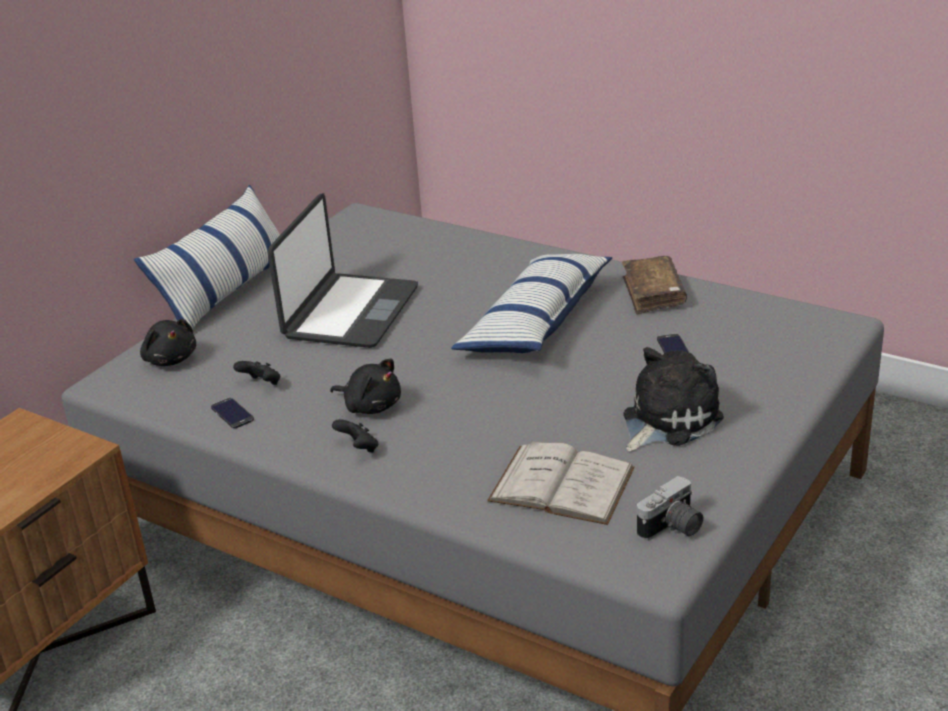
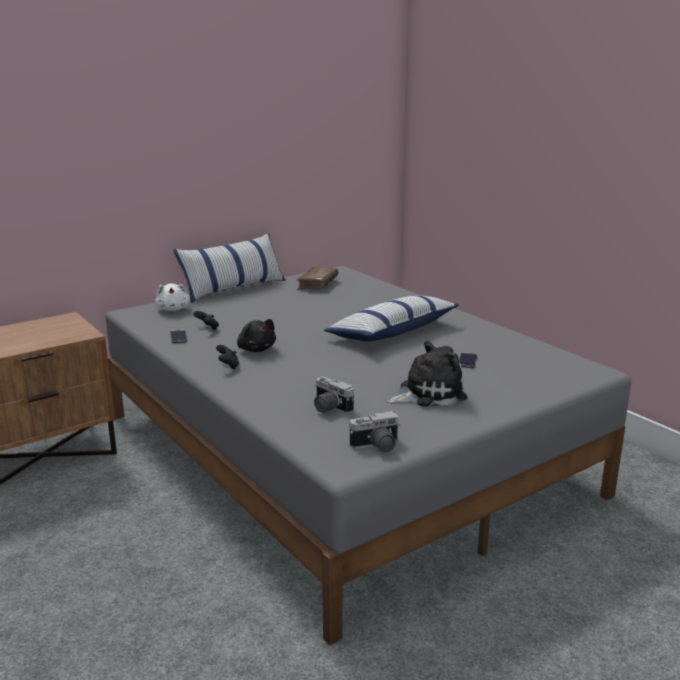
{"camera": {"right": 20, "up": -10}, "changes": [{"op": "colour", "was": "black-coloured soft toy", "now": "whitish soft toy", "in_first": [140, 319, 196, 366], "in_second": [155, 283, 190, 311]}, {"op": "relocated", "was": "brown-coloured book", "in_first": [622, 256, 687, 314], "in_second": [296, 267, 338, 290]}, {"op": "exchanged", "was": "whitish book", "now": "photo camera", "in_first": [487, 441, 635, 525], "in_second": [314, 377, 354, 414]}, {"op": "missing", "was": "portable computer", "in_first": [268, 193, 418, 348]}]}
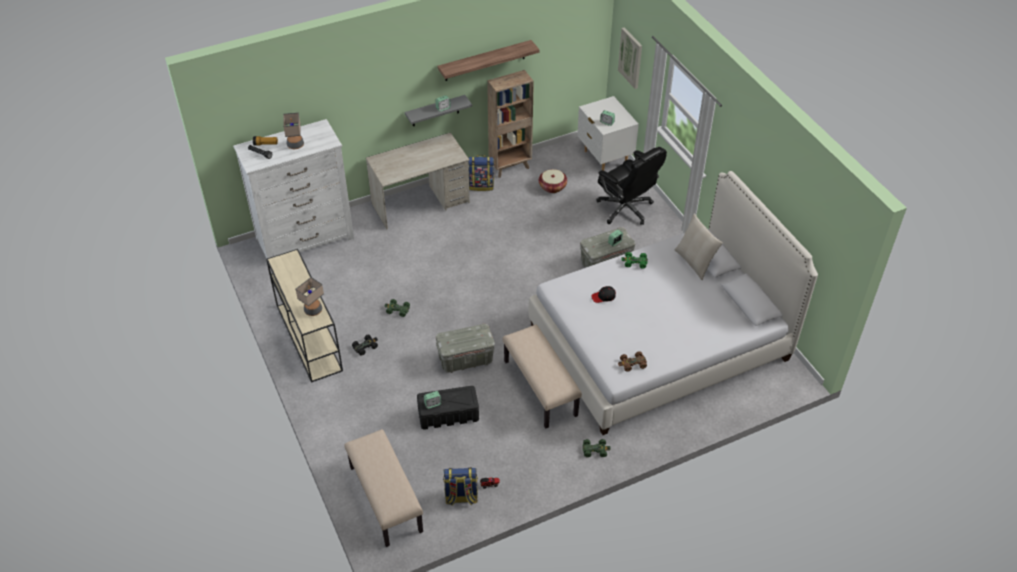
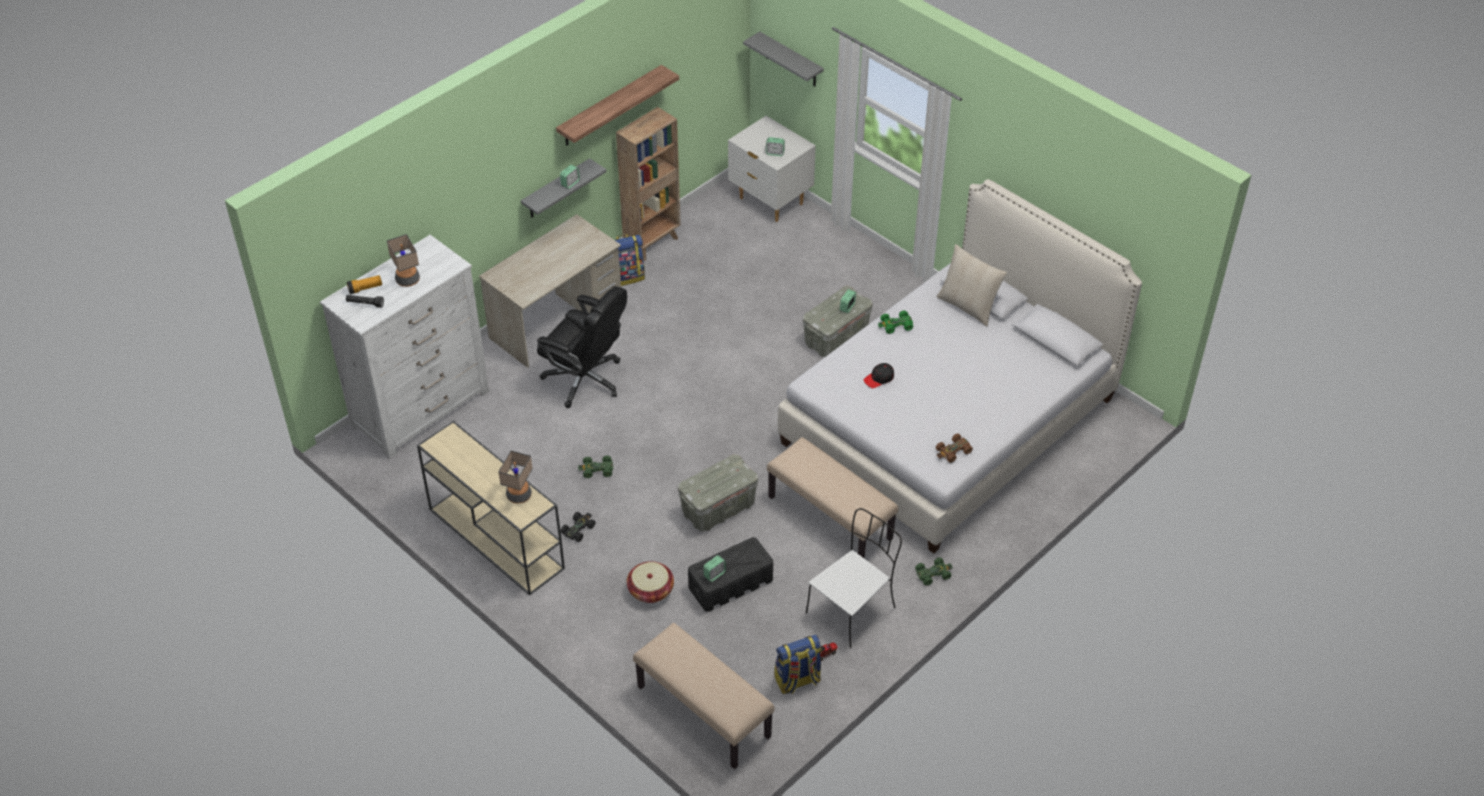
{"camera": {"right": -20, "up": 0}, "changes": [{"op": "relocated", "was": "black-coloured desk chair", "in_first": [596, 147, 667, 225], "in_second": [537, 286, 627, 408]}, {"op": "relocated", "was": "storage basket", "in_first": [539, 169, 567, 193], "in_second": [627, 561, 674, 603]}, {"op": "exchanged", "was": "wall picture", "now": "greyish bracket shelf", "in_first": [618, 27, 642, 89], "in_second": [743, 32, 824, 86]}, {"op": "appeared", "now": "whitish chair", "in_second": [806, 508, 902, 648]}]}
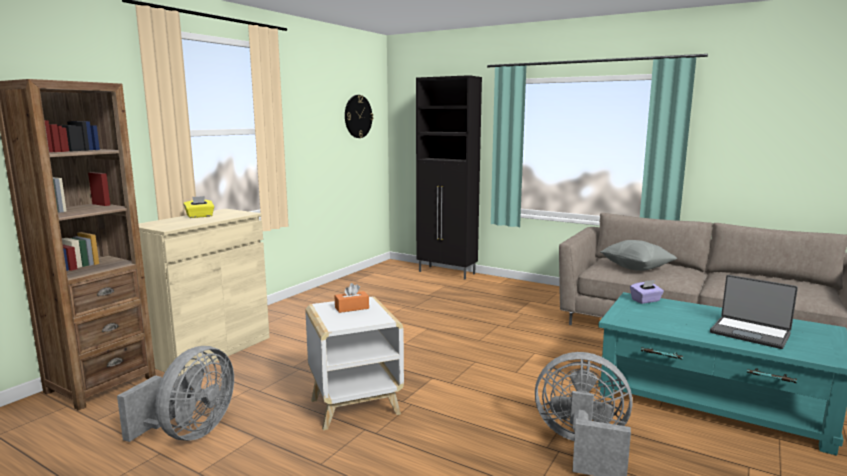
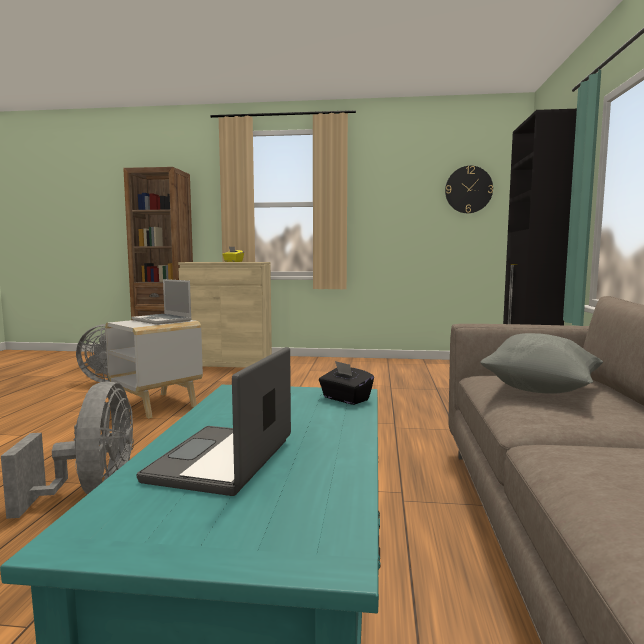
{"camera": {"right": 65, "up": -5}, "changes": [{"op": "exchanged", "was": "orangey tissue box", "now": "portable computer", "in_first": [335, 283, 369, 313], "in_second": [132, 279, 192, 325]}, {"op": "colour", "was": "purple tissue box", "now": "black-coloured tissue box", "in_first": [630, 280, 664, 304], "in_second": [319, 361, 374, 405]}]}
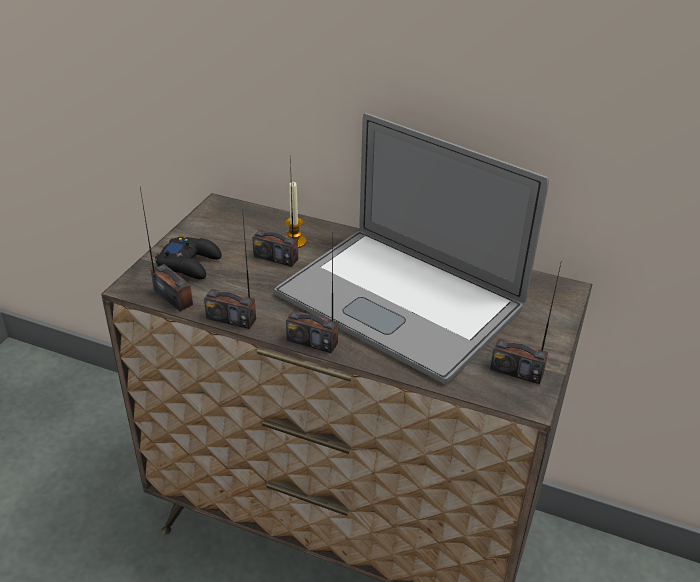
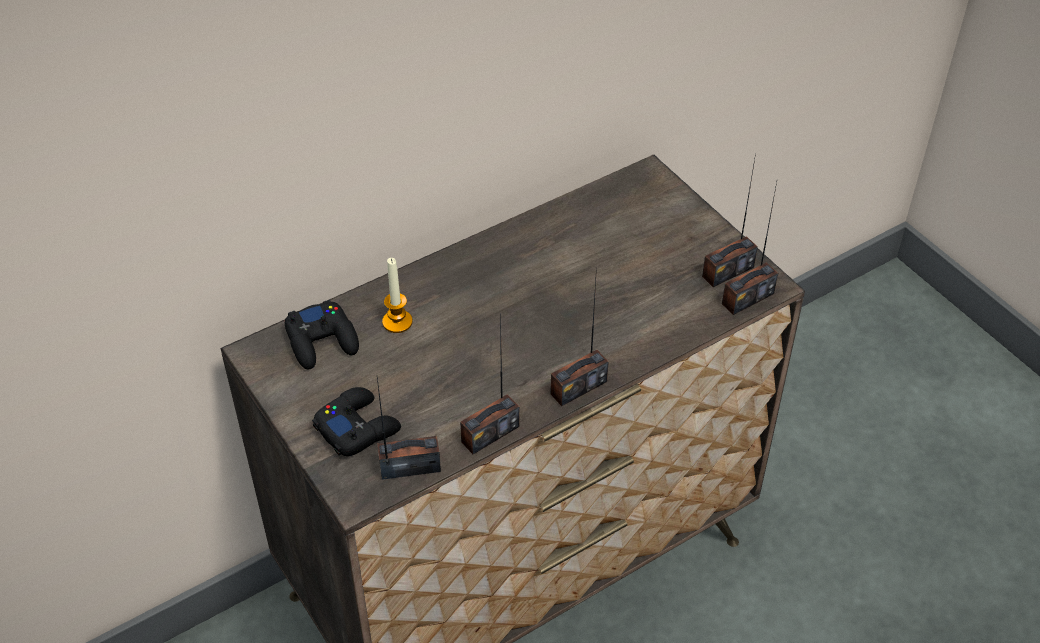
{"camera": {"right": -55, "up": 10}, "changes": [{"op": "appeared", "now": "black-coloured gamepad", "in_second": [285, 300, 359, 370]}, {"op": "relocated", "was": "radio receiver", "in_first": [252, 156, 298, 267], "in_second": [722, 182, 778, 315]}, {"op": "missing", "was": "portable computer", "in_first": [274, 113, 549, 384]}]}
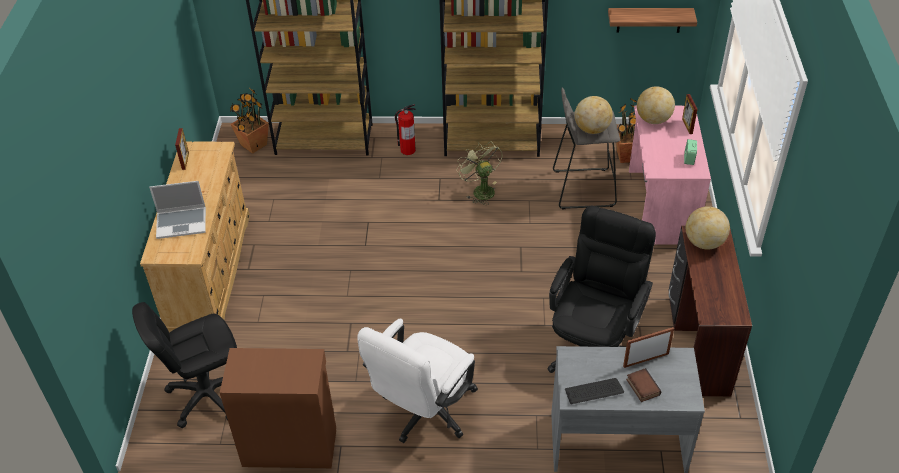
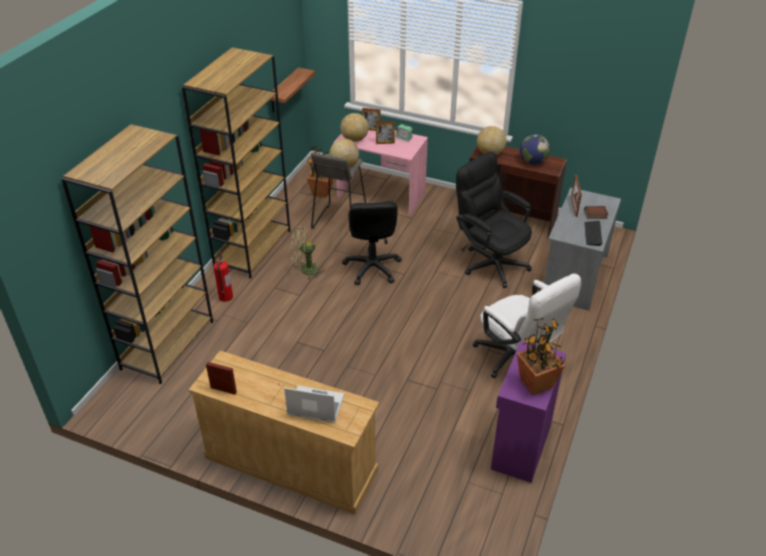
{"camera": {"right": -70, "up": -5}, "changes": [{"op": "spun", "was": "portable computer", "in_first": [149, 181, 206, 239], "in_second": [284, 386, 344, 423], "clockwise": -90}, {"op": "relocated", "was": "black-coloured desk chair", "in_first": [132, 302, 237, 428], "in_second": [342, 201, 402, 285]}, {"op": "appeared", "now": "picture frame", "in_second": [376, 121, 395, 144]}, {"op": "colour", "was": "brown-coloured storage cabinet", "now": "purple storage cabinet", "in_first": [220, 348, 336, 468], "in_second": [491, 340, 566, 483]}, {"op": "relocated", "was": "potted plant", "in_first": [230, 89, 269, 154], "in_second": [517, 318, 565, 395]}, {"op": "appeared", "now": "desk globe", "in_second": [520, 134, 550, 164]}]}
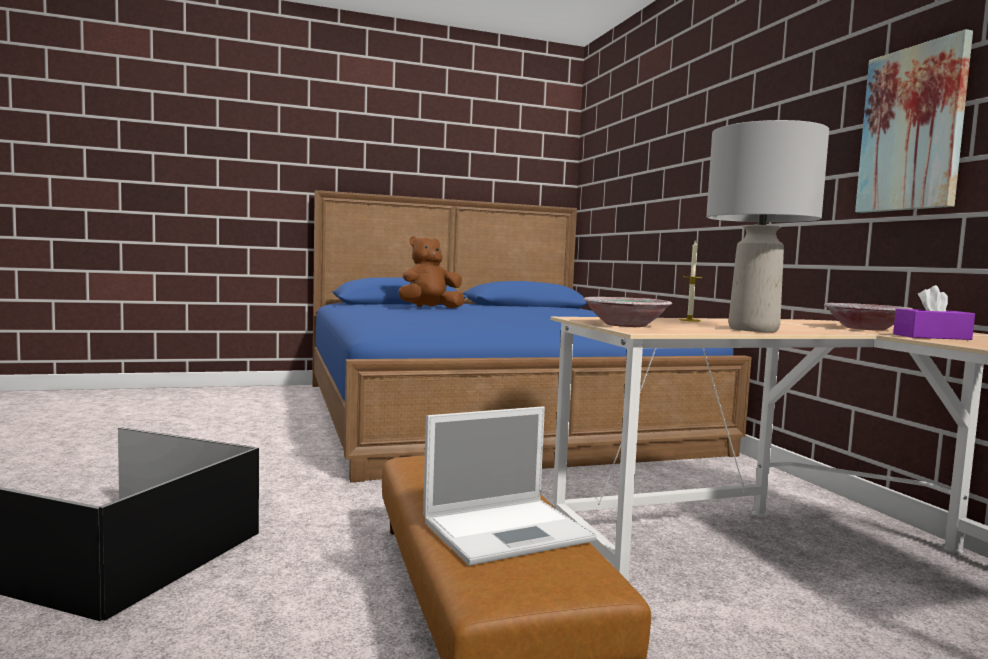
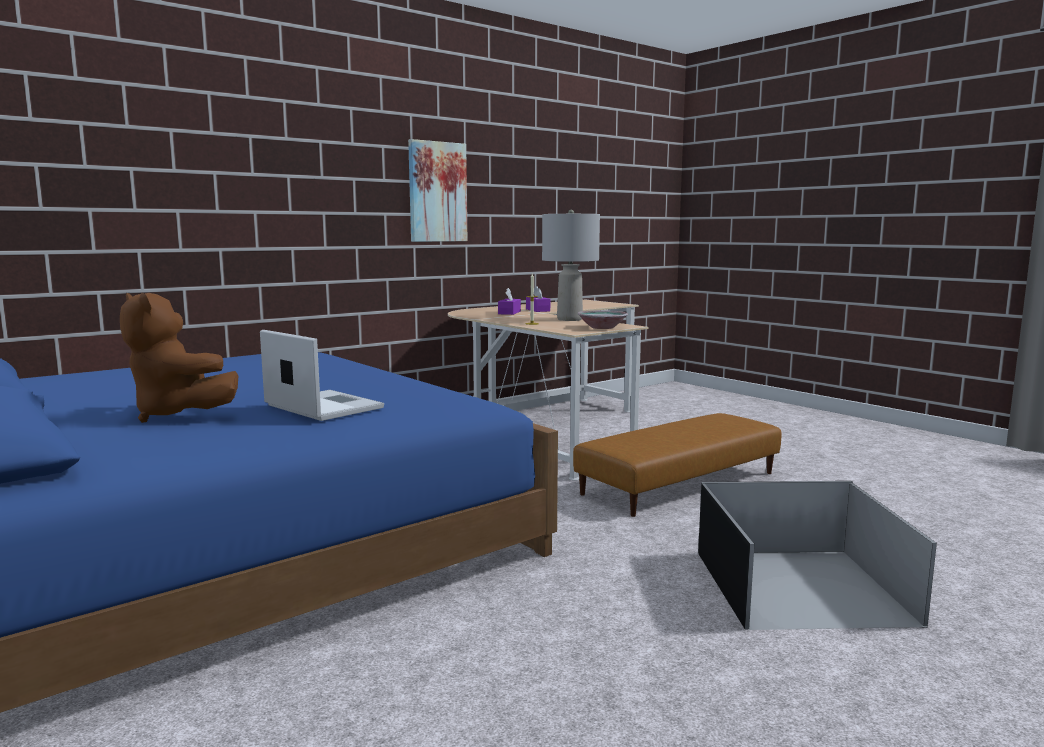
{"camera": {"right": -110, "up": 5}, "changes": [{"op": "relocated", "was": "portable computer", "in_first": [423, 406, 597, 566], "in_second": [260, 330, 384, 421]}, {"op": "exchanged", "was": "bowl", "now": "purple tissue box", "in_first": [824, 303, 913, 331], "in_second": [498, 288, 521, 315]}]}
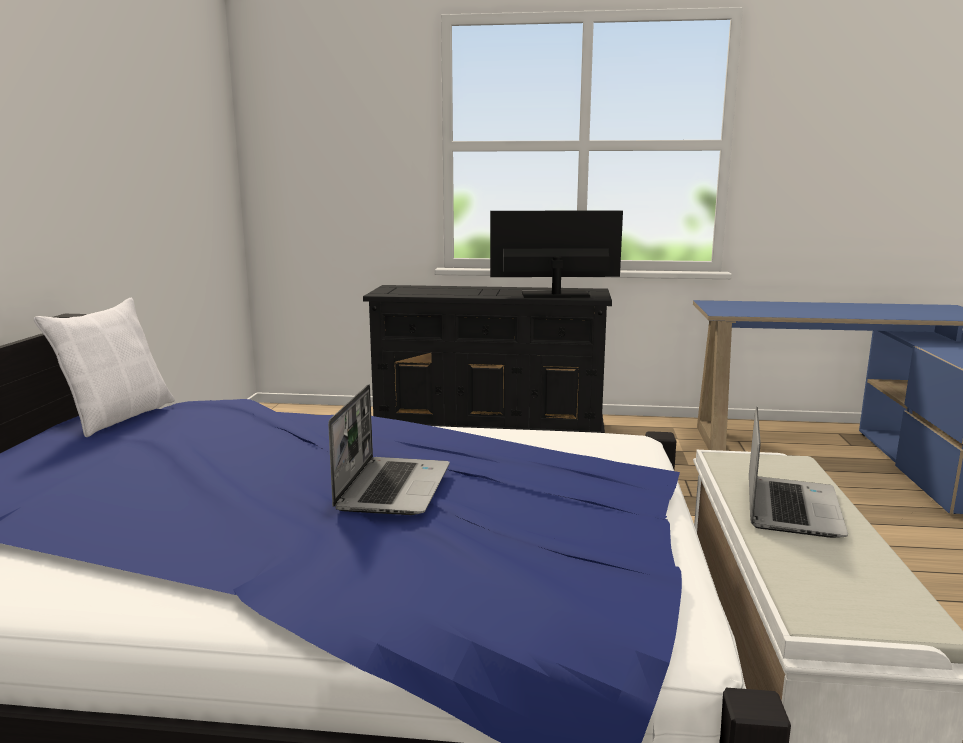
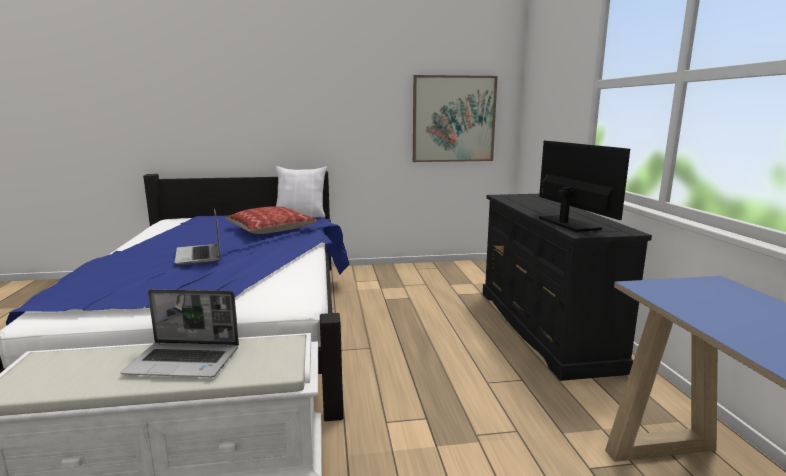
{"camera": {"right": 75, "up": 0}, "changes": [{"op": "spun", "was": "portable computer", "in_first": [328, 384, 450, 515], "in_second": [175, 208, 221, 265], "clockwise": 75}, {"op": "appeared", "now": "cushion", "in_second": [225, 206, 317, 234]}, {"op": "appeared", "now": "wall picture", "in_second": [413, 75, 498, 162]}]}
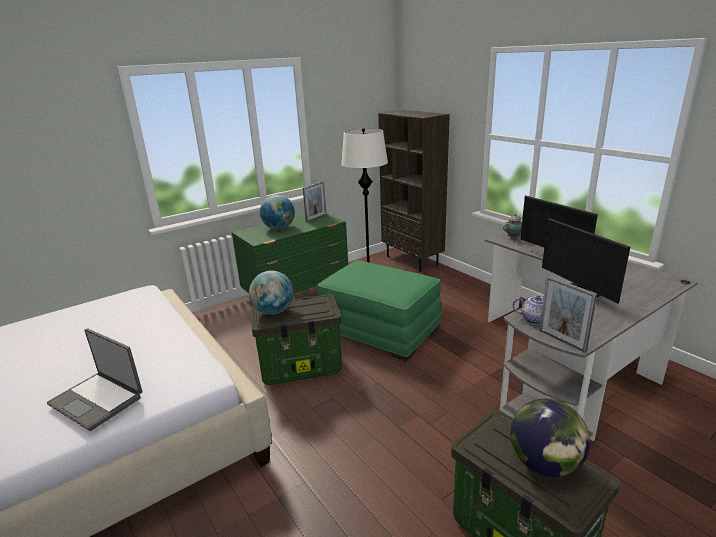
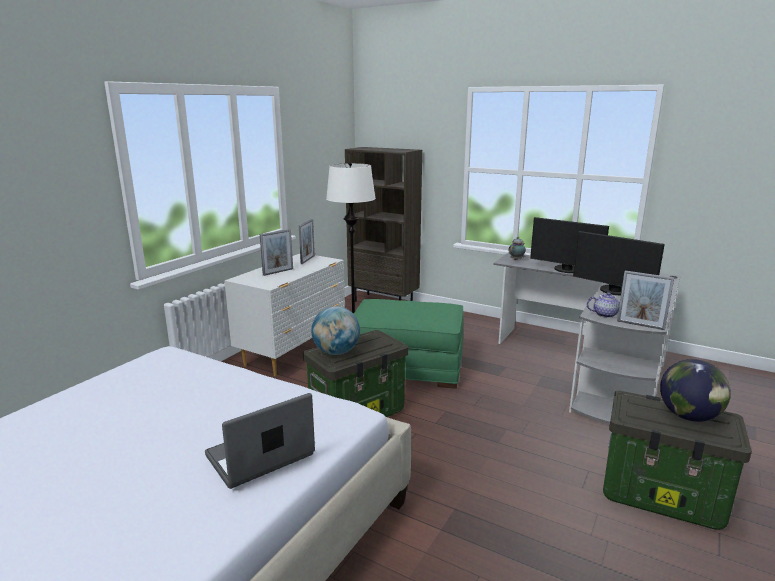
{"camera": {"right": -25, "up": -5}, "changes": [{"op": "spun", "was": "portable computer", "in_first": [47, 329, 142, 431], "in_second": [205, 393, 315, 489], "clockwise": 135}, {"op": "colour", "was": "greenish chest of drawers", "now": "whitish chest of drawers", "in_first": [232, 213, 348, 304], "in_second": [224, 254, 345, 376]}, {"op": "exchanged", "was": "desk globe", "now": "picture frame", "in_first": [260, 195, 295, 230], "in_second": [260, 229, 293, 276]}]}
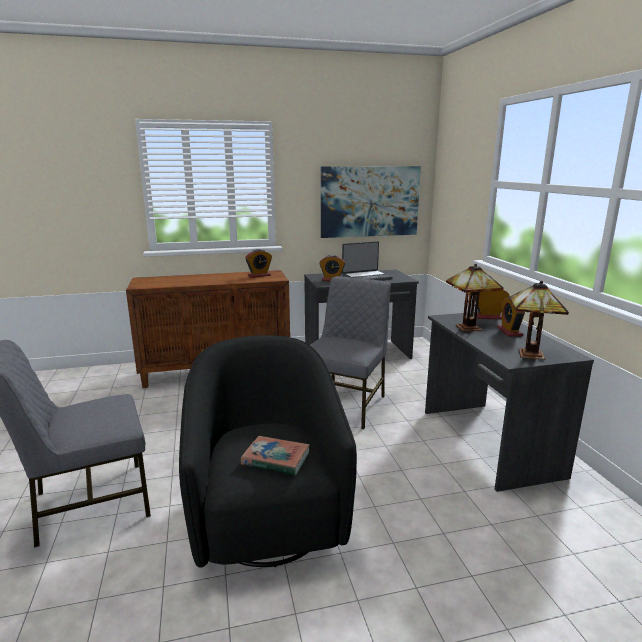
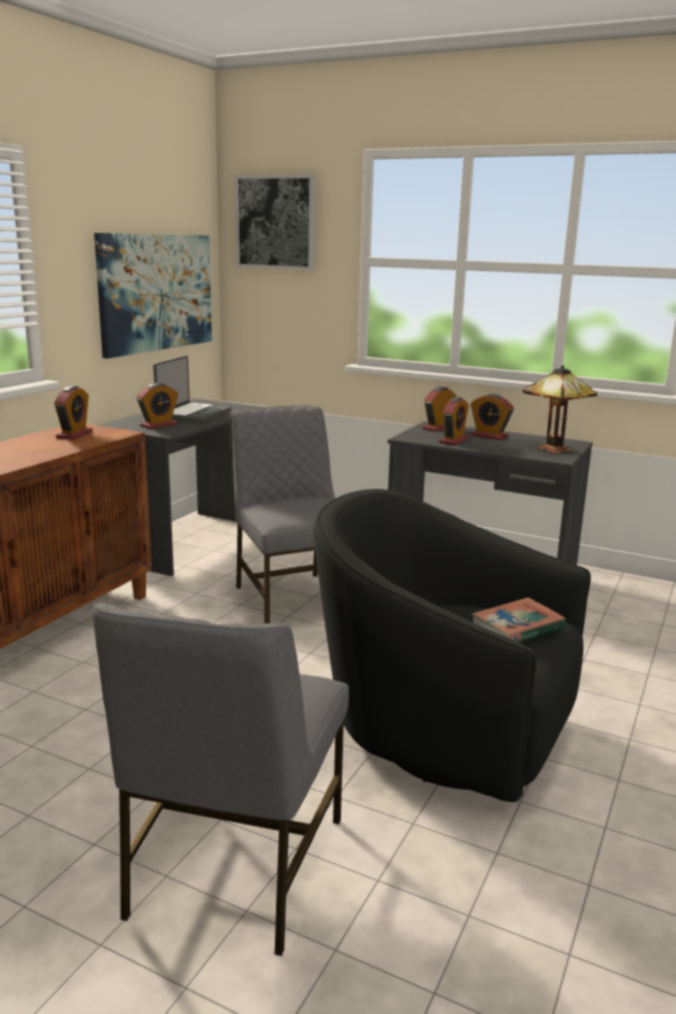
{"camera": {"right": -50, "up": 0}, "changes": [{"op": "appeared", "now": "wall picture", "in_second": [235, 174, 316, 270]}, {"op": "exchanged", "was": "tabletop lamp", "now": "alarm clock", "in_first": [446, 264, 504, 332], "in_second": [439, 397, 469, 445]}]}
